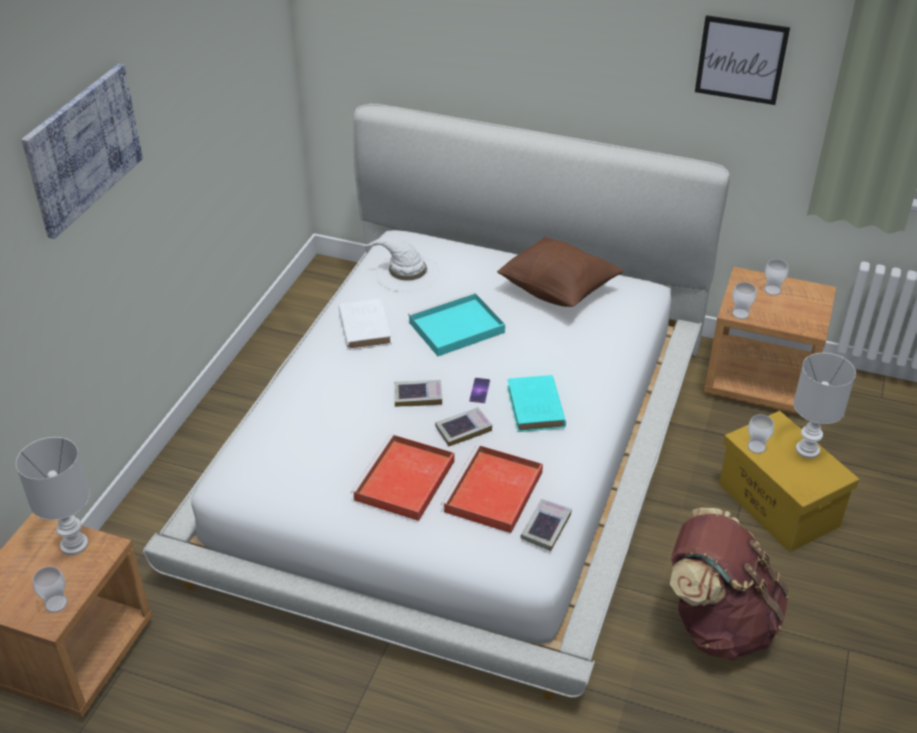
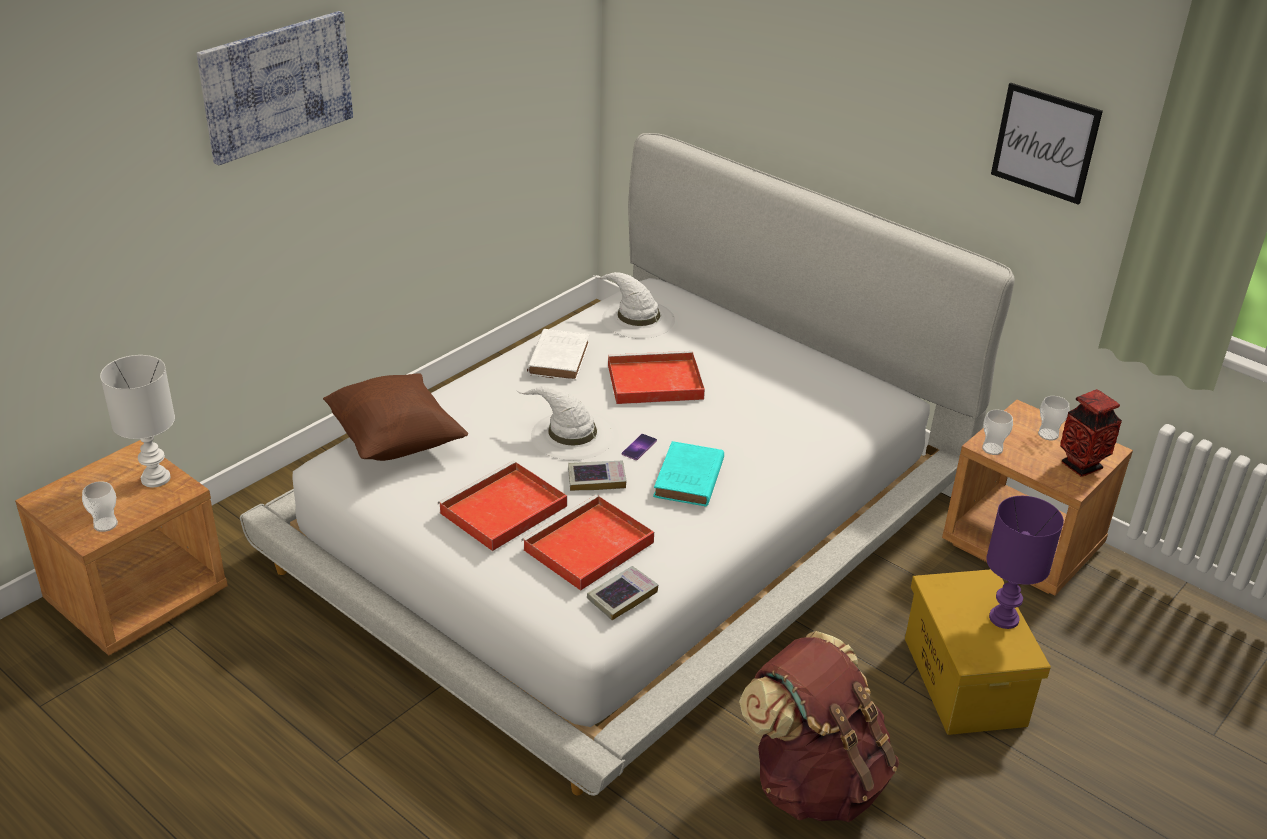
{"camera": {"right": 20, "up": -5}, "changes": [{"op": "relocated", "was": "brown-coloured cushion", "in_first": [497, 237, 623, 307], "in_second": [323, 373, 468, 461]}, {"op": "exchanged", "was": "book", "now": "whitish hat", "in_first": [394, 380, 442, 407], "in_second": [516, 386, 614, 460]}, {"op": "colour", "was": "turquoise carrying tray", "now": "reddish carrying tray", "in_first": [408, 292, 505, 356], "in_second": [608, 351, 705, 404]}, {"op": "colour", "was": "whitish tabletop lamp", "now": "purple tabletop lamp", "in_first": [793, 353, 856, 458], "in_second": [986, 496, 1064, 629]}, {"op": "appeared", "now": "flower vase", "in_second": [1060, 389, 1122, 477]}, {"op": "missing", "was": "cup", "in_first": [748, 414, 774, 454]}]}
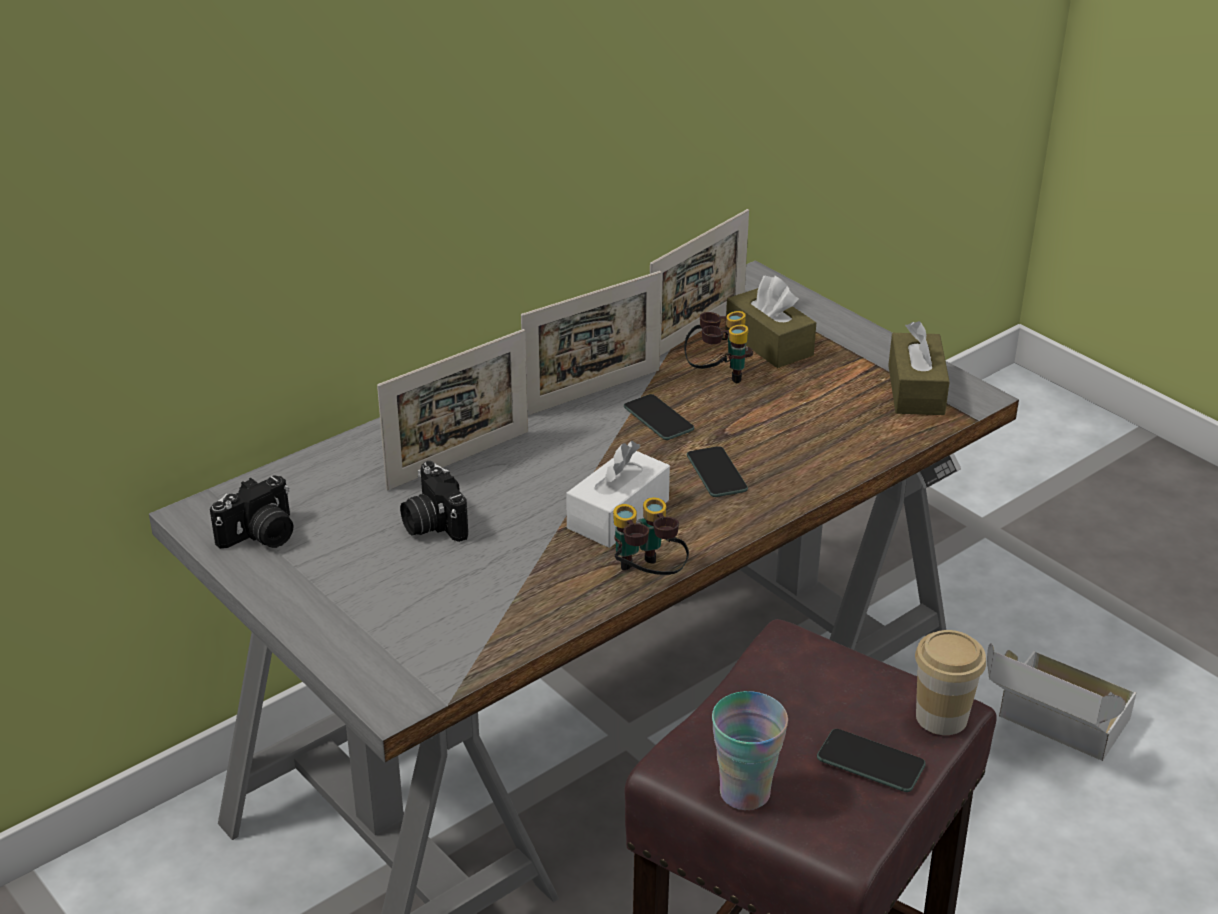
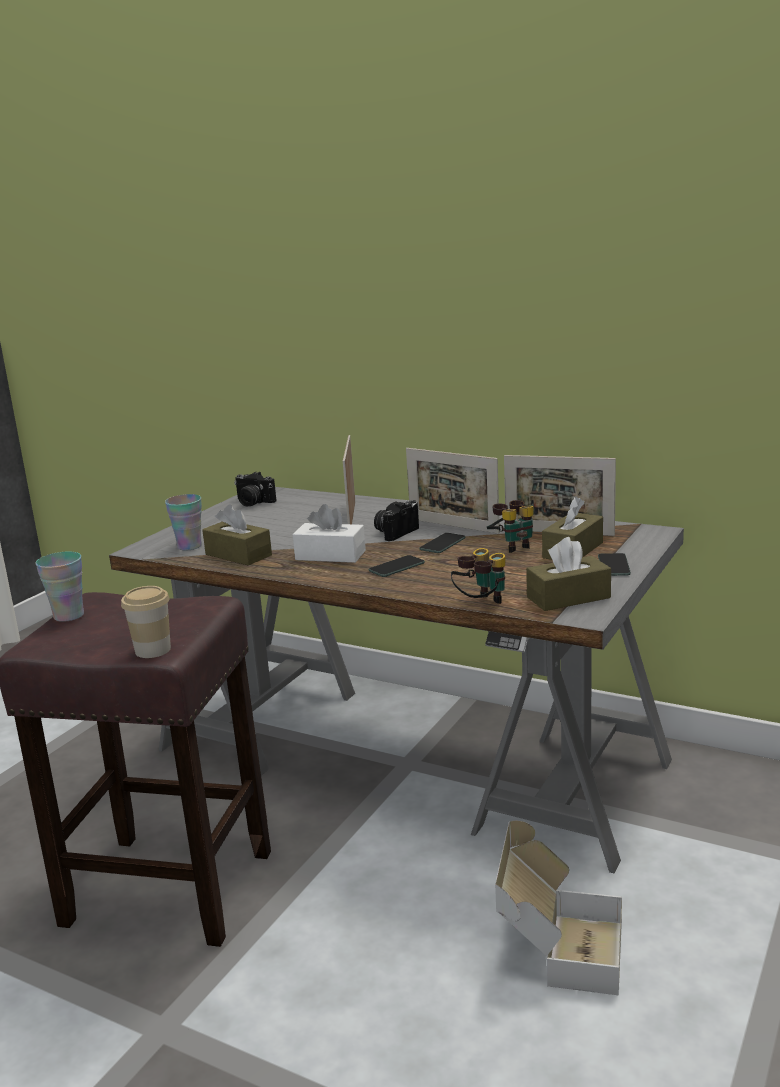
{"camera": {"right": 70, "up": -15}, "changes": [{"op": "appeared", "now": "cup", "in_second": [165, 494, 202, 551]}, {"op": "appeared", "now": "brown-coloured tissue box", "in_second": [202, 504, 272, 565]}, {"op": "spun", "was": "picture frame", "in_first": [377, 329, 528, 490], "in_second": [343, 435, 355, 524], "clockwise": 60}, {"op": "relocated", "was": "photo camera", "in_first": [400, 461, 468, 542], "in_second": [374, 500, 419, 541]}, {"op": "relocated", "was": "field glasses", "in_first": [613, 497, 689, 575], "in_second": [451, 548, 505, 604]}, {"op": "relocated", "was": "handset", "in_first": [817, 729, 926, 792], "in_second": [598, 553, 631, 576]}]}
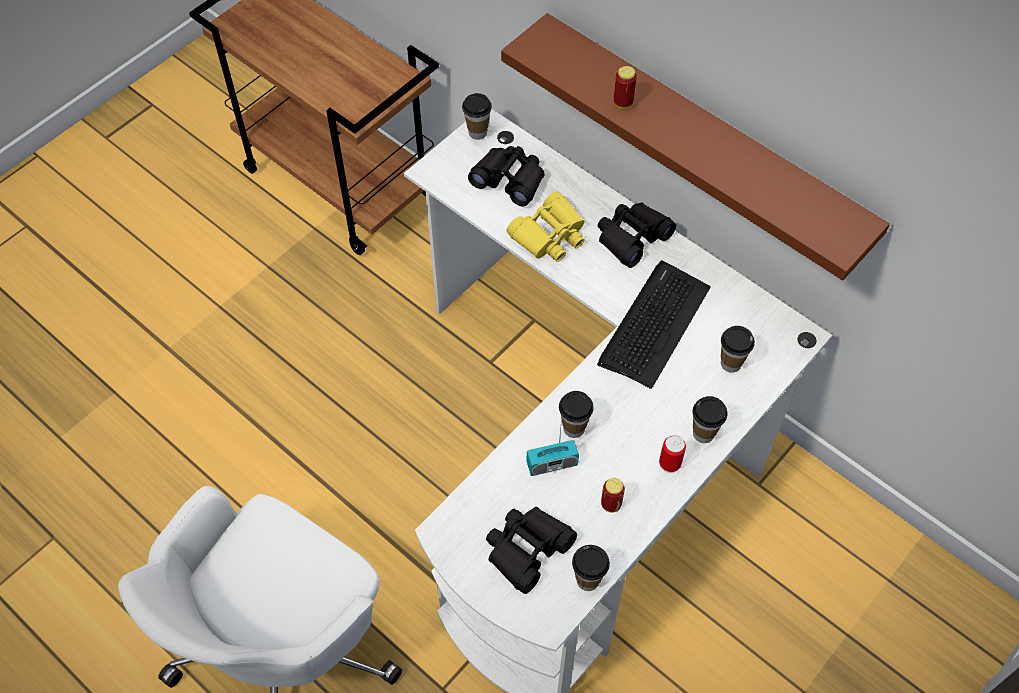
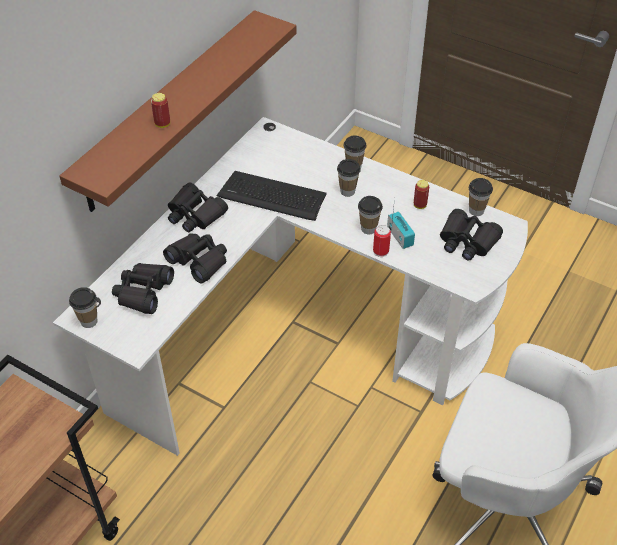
{"camera": {"right": -100, "up": -10}, "changes": [{"op": "colour", "was": "yellowish field glasses", "now": "black-coloured field glasses", "in_first": [507, 191, 585, 262], "in_second": [163, 234, 227, 284]}, {"op": "relocated", "was": "cup", "in_first": [721, 326, 755, 373], "in_second": [337, 159, 361, 197]}, {"op": "relocated", "was": "sealed can", "in_first": [659, 435, 686, 473], "in_second": [373, 225, 391, 257]}]}
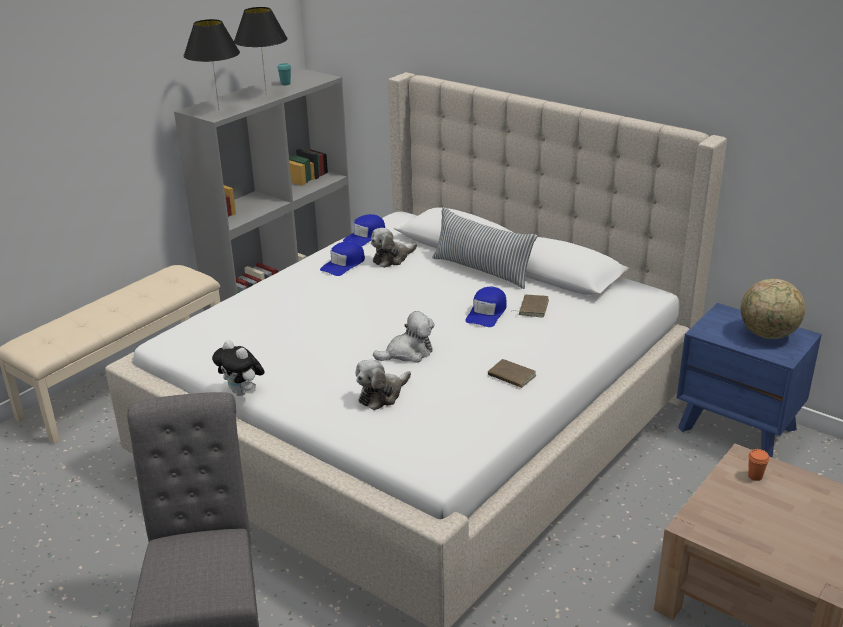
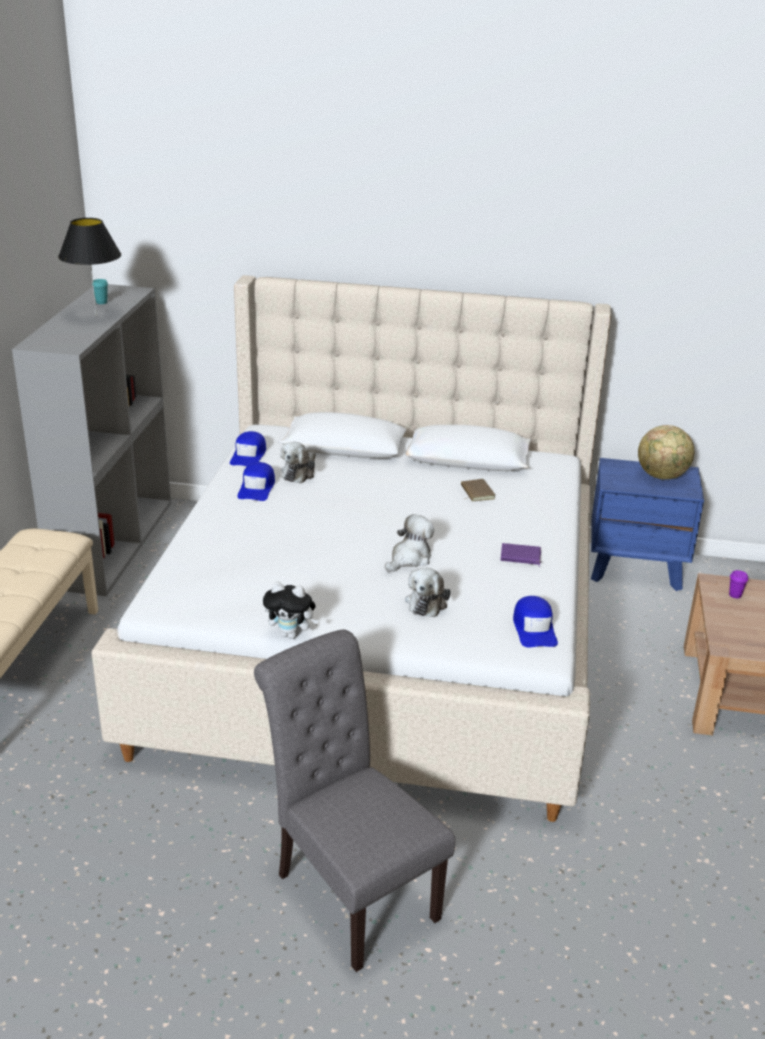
{"camera": {"right": -30, "up": 0}, "changes": [{"op": "colour", "was": "brown-coloured book", "now": "purple book", "in_first": [488, 359, 536, 389], "in_second": [500, 543, 542, 566]}, {"op": "relocated", "was": "blue peaked cap", "in_first": [465, 287, 507, 327], "in_second": [513, 596, 558, 647]}, {"op": "colour", "was": "orangey cup", "now": "purple cup", "in_first": [748, 449, 769, 481], "in_second": [729, 570, 748, 598]}, {"op": "missing", "was": "black-coloured tabletop lamp", "in_first": [183, 19, 240, 109]}, {"op": "missing", "was": "cushion", "in_first": [433, 207, 537, 289]}]}
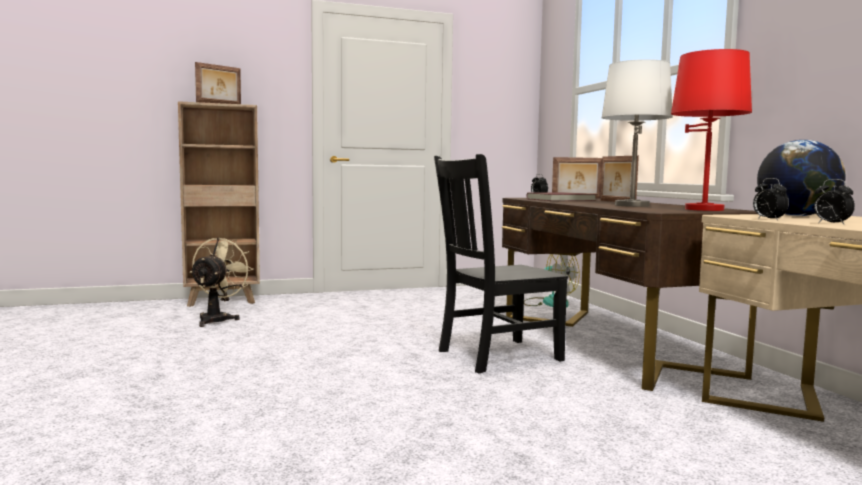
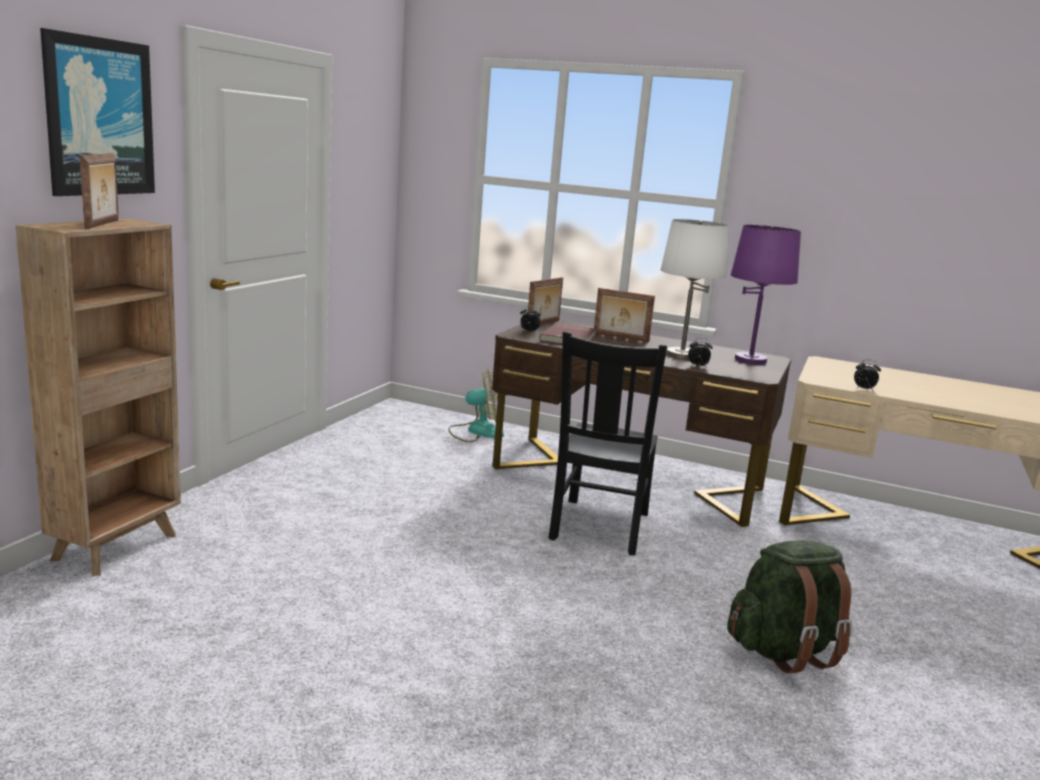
{"camera": {"right": -50, "up": 10}, "changes": [{"op": "appeared", "now": "wall picture", "in_second": [40, 28, 155, 196]}, {"op": "relocated", "was": "alarm clock", "in_first": [814, 179, 855, 224], "in_second": [688, 338, 713, 367]}, {"op": "appeared", "now": "greenish rucksack", "in_second": [727, 540, 853, 674]}, {"op": "colour", "was": "reddish tabletop lamp", "now": "purple tabletop lamp", "in_first": [671, 49, 752, 211], "in_second": [731, 225, 801, 365]}, {"op": "missing", "was": "beige-coloured fan", "in_first": [190, 238, 254, 327]}, {"op": "missing", "was": "desk globe", "in_first": [757, 140, 846, 216]}]}
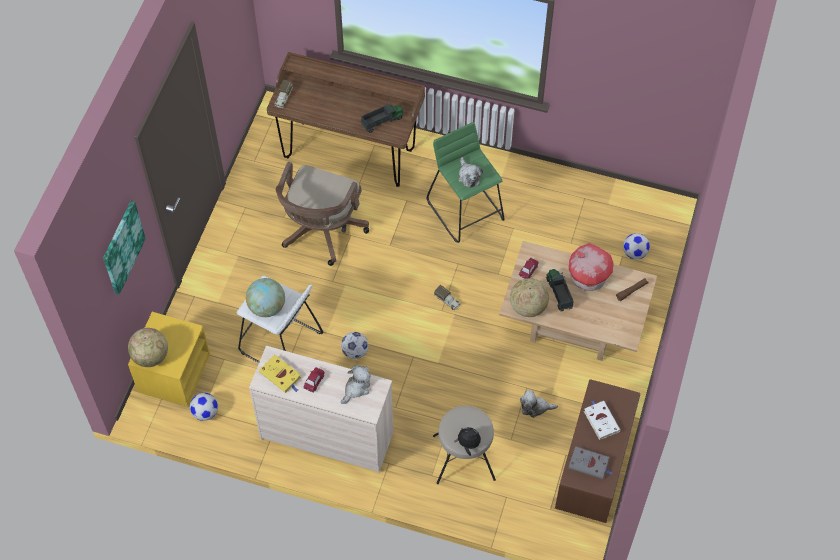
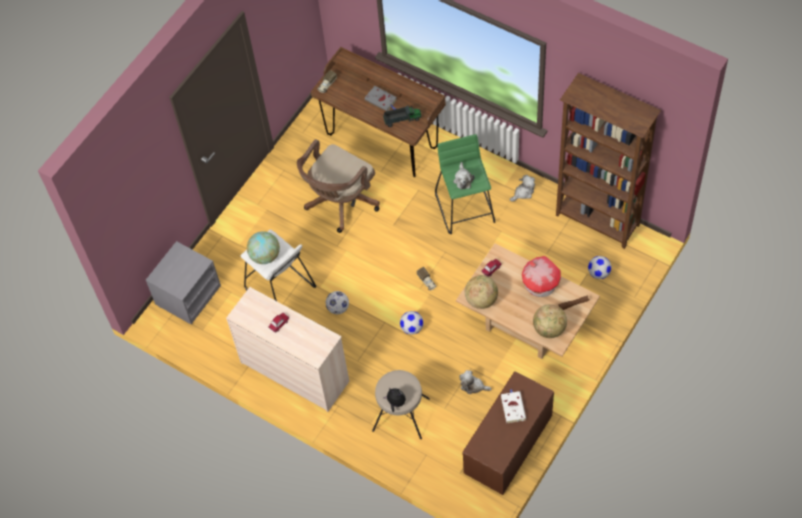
{"camera": {"right": 20, "up": 0}, "changes": [{"op": "colour", "was": "yellowish nightstand", "now": "greyish nightstand", "in_first": [128, 312, 210, 406], "in_second": [146, 241, 221, 325]}, {"op": "relocated", "was": "greyish book", "in_first": [569, 446, 612, 479], "in_second": [365, 86, 397, 111]}, {"op": "relocated", "was": "football", "in_first": [190, 393, 218, 421], "in_second": [400, 311, 423, 335]}, {"op": "relocated", "was": "soft toy", "in_first": [341, 365, 371, 404], "in_second": [510, 175, 535, 202]}, {"op": "relocated", "was": "desk globe", "in_first": [128, 328, 168, 367], "in_second": [533, 304, 567, 338]}, {"op": "appeared", "now": "brown-coloured shelving unit", "in_second": [556, 73, 661, 249]}, {"op": "missing", "was": "wall picture", "in_first": [103, 201, 146, 295]}, {"op": "missing", "was": "yellowish book", "in_first": [259, 355, 301, 393]}, {"op": "missing", "was": "toy lorry", "in_first": [546, 269, 573, 311]}]}
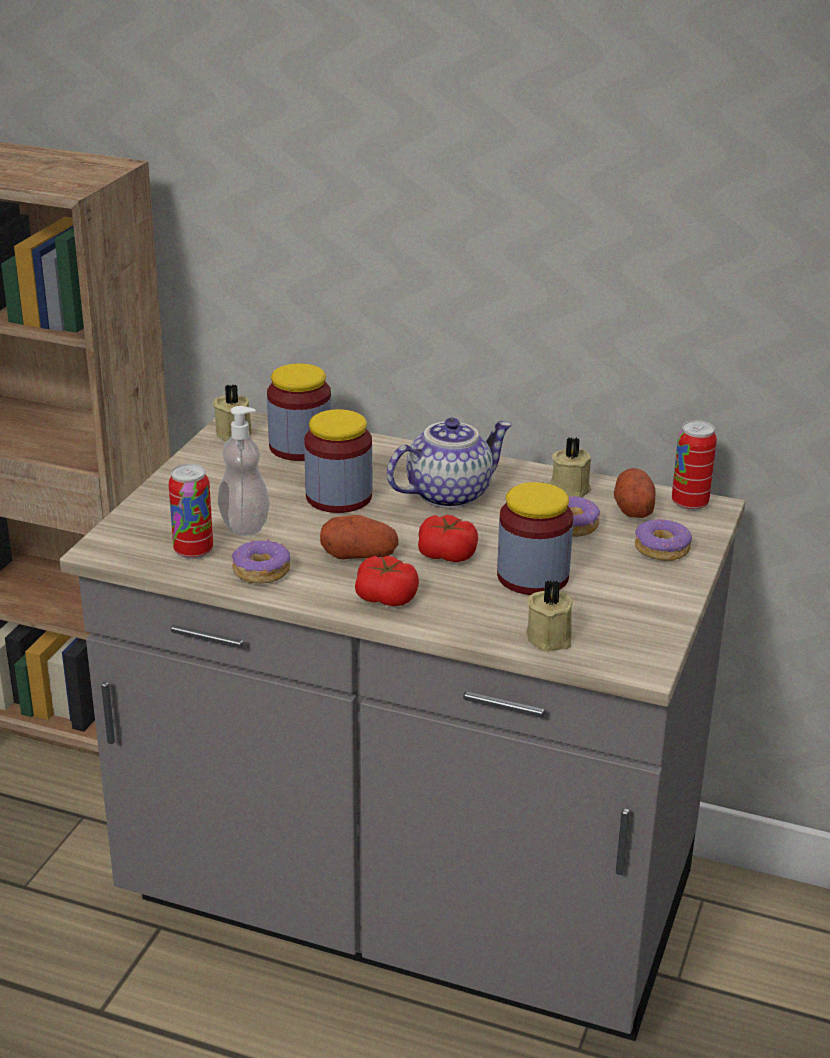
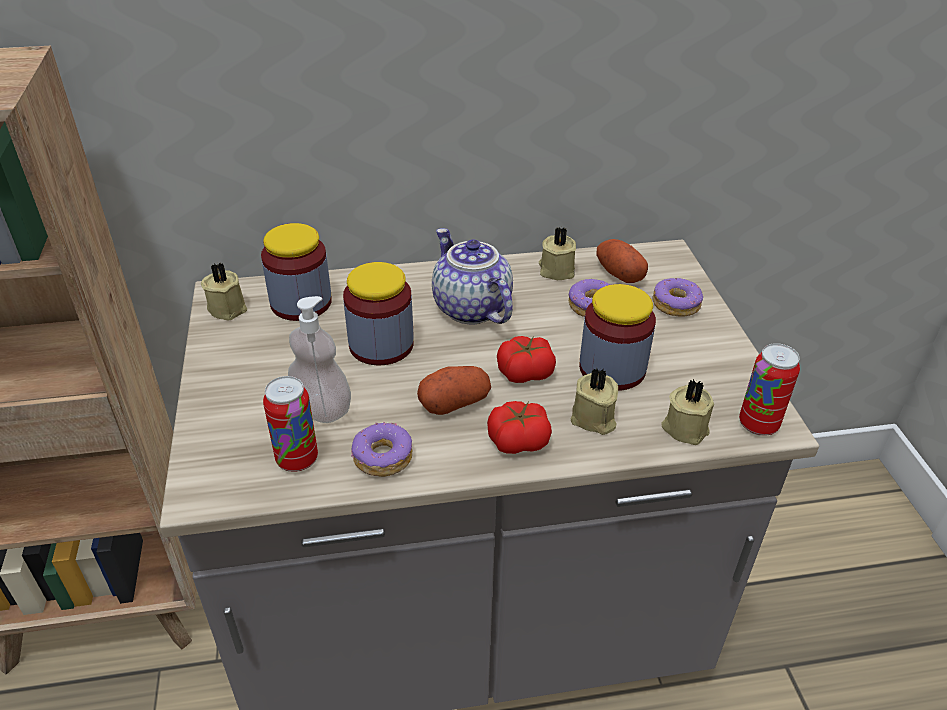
{"camera": {"right": -30, "up": 10}, "changes": [{"op": "spun", "was": "teapot", "in_first": [387, 418, 512, 508], "in_second": [432, 228, 513, 325], "clockwise": -60}, {"op": "appeared", "now": "beige-coloured wax candle", "in_second": [570, 368, 618, 435]}, {"op": "relocated", "was": "sealed can", "in_first": [672, 420, 717, 511], "in_second": [739, 343, 800, 436]}]}
